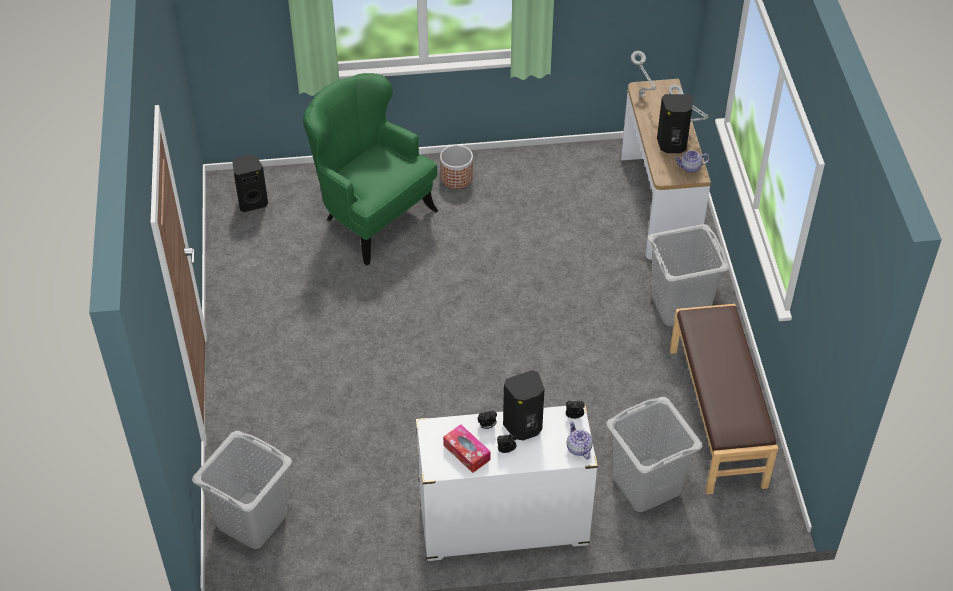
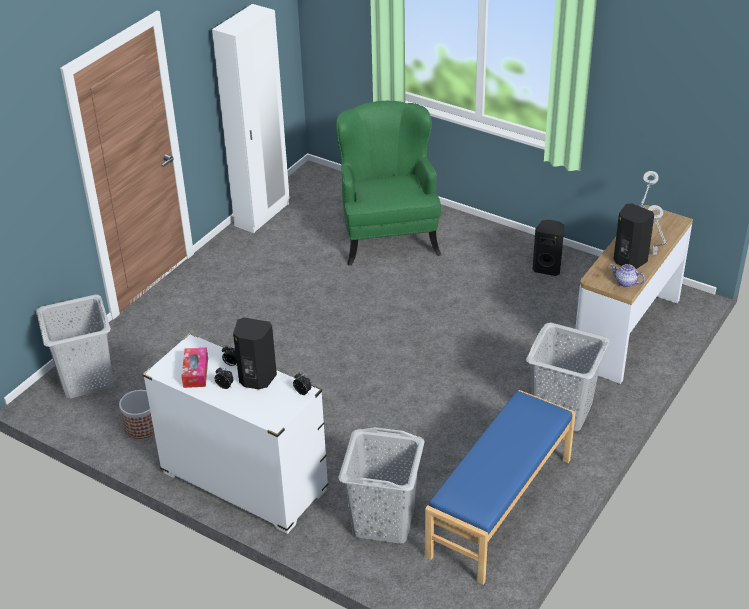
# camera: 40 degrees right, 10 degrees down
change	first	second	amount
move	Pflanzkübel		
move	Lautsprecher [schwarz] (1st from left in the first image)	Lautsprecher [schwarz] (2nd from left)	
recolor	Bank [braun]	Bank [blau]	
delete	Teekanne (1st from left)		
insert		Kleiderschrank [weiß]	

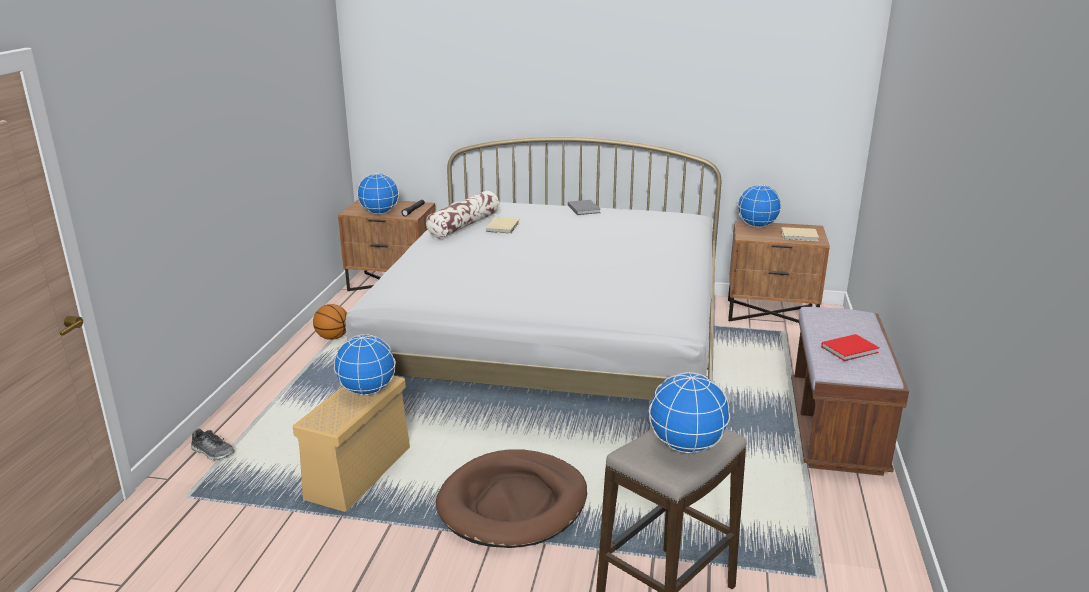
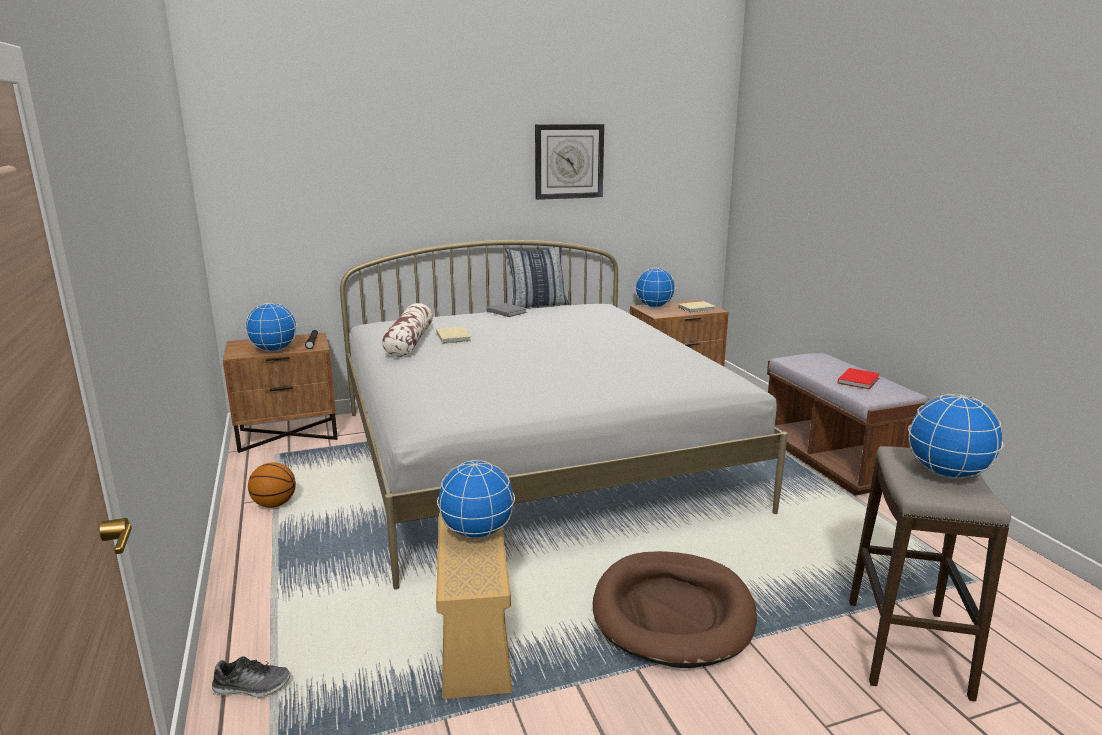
# camera: 30 degrees left, 5 degrees down
change	first	second	amount
insert		Wanduhr	
insert		Kissen (2nd from left)	

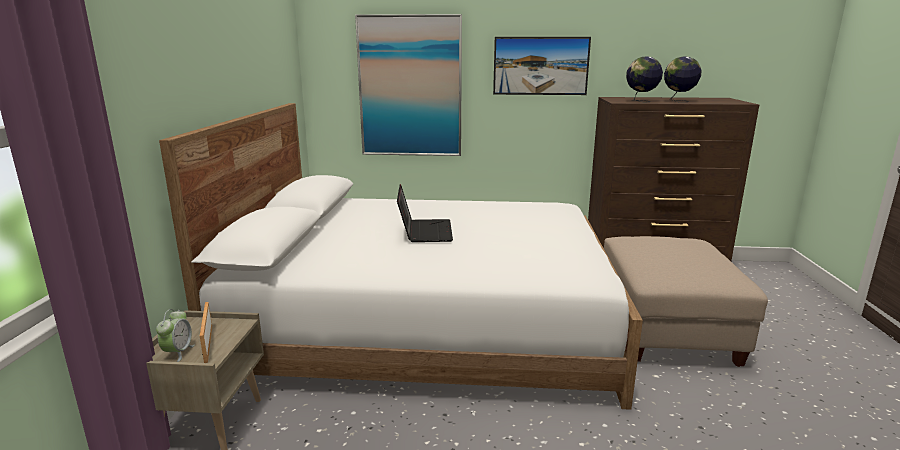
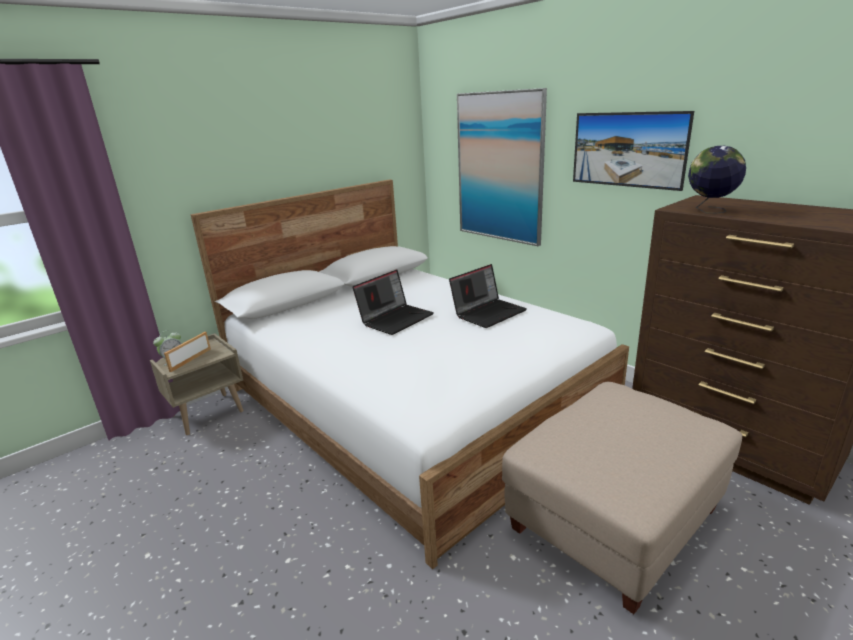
# camera: 45 degrees right, 5 degrees up
change	first	second	amount
delete	Globus (2nd from left)		
insert		Laptop (2nd from left)	

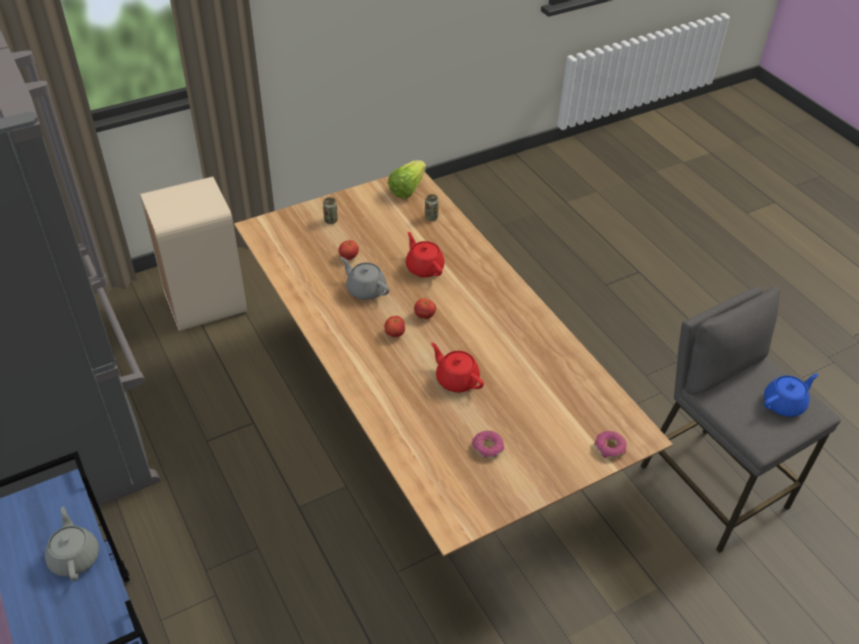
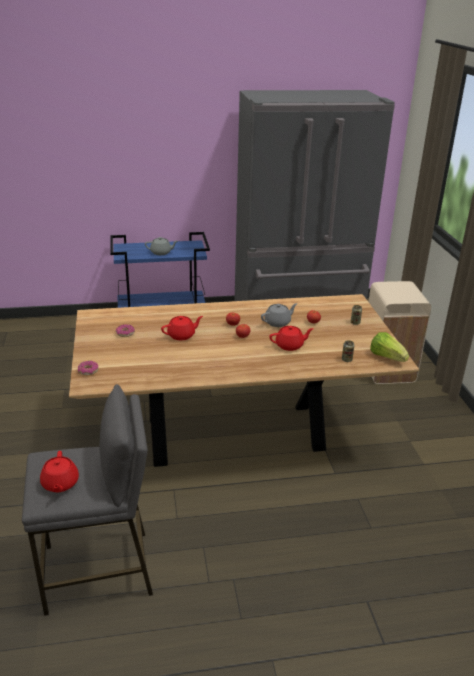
# camera: 110 degrees right, 15 degrees down
change	first	second	amount
recolor	Teekanne [blau]	Teekanne [rot] (1st from left)	

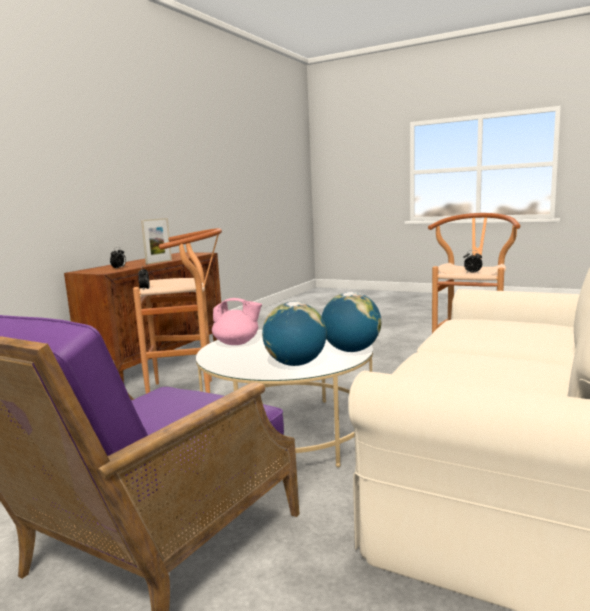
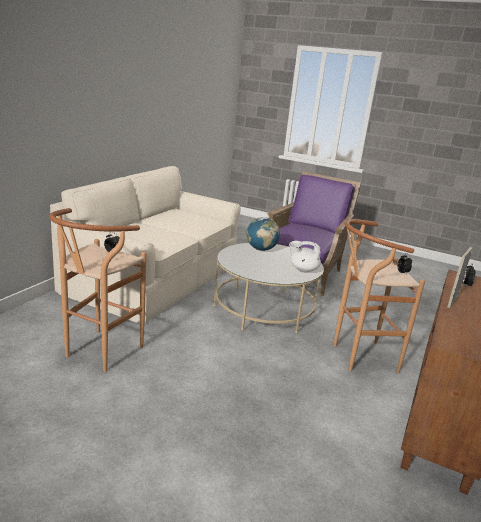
# camera: 175 degrees right, 10 degrees up
change	first	second	amount
delete	Globus (2nd from left)		
recolor	Teekanne [rosa]	Teekanne [weiß]	

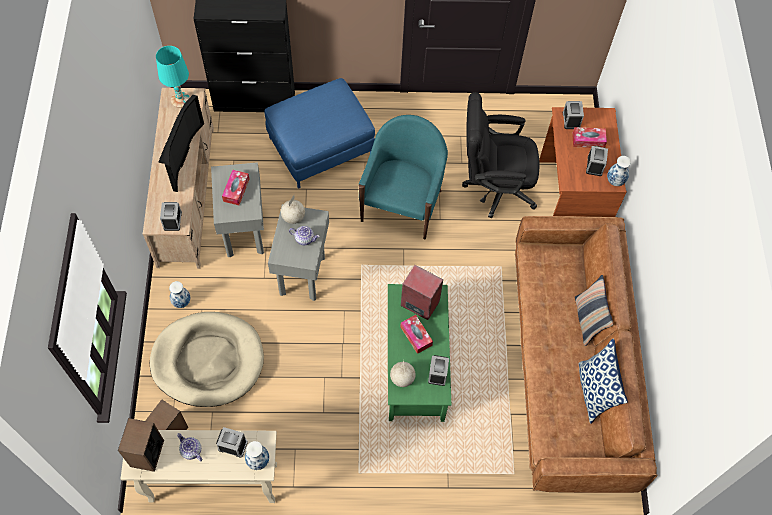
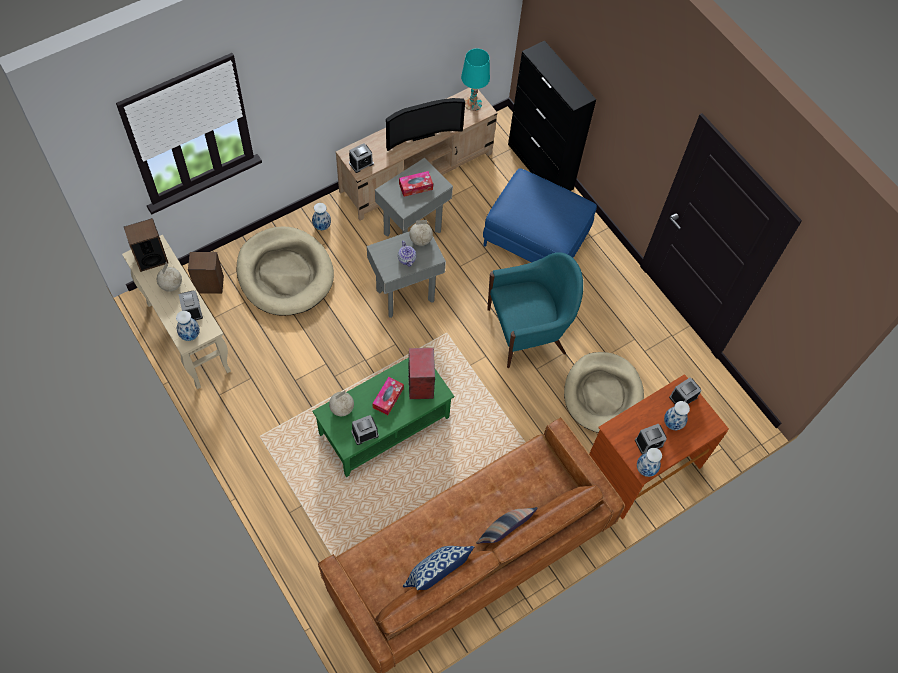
# camera: 55 degrees right, 0 degrees up
change	first	second	amount
replace	Bürostuhl [schwarz]	Hundebett [beige] (2nd from left)	
replace	Taschentuchbox (3rd from left)	Vase (4th from left)	
replace	Teekanne (1st from left)	Globus (1st from left)	

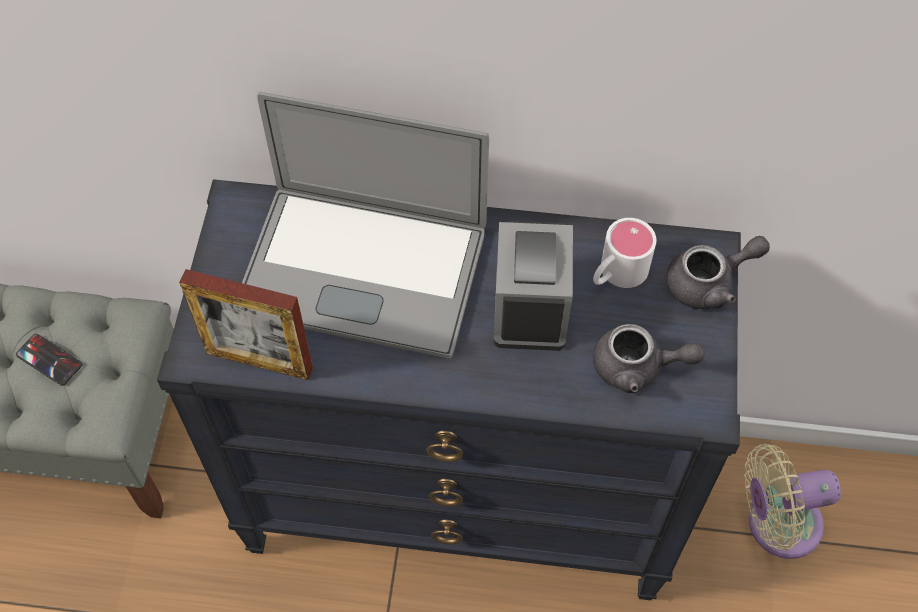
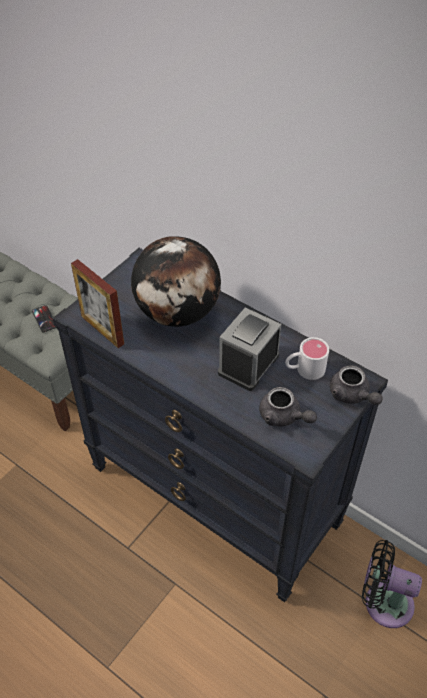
# camera: 30 degrees right, 10 degrees down
change	first	second	amount
replace	Laptop	Globus	
rotate	Teekanne [grau] (2nd from left)		45 degrees clockwise
recolor	Ventilator [beige]	Ventilator [schwarz]	

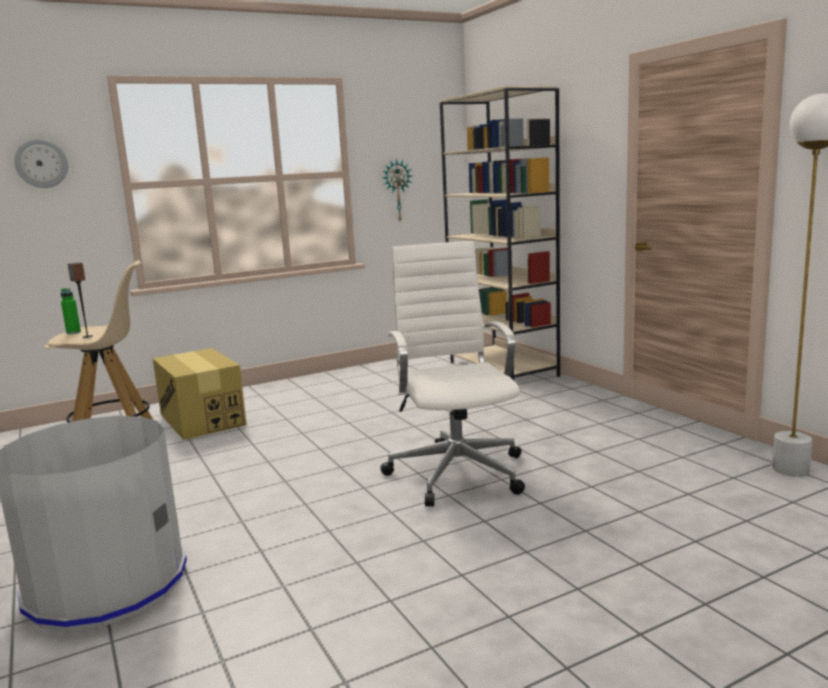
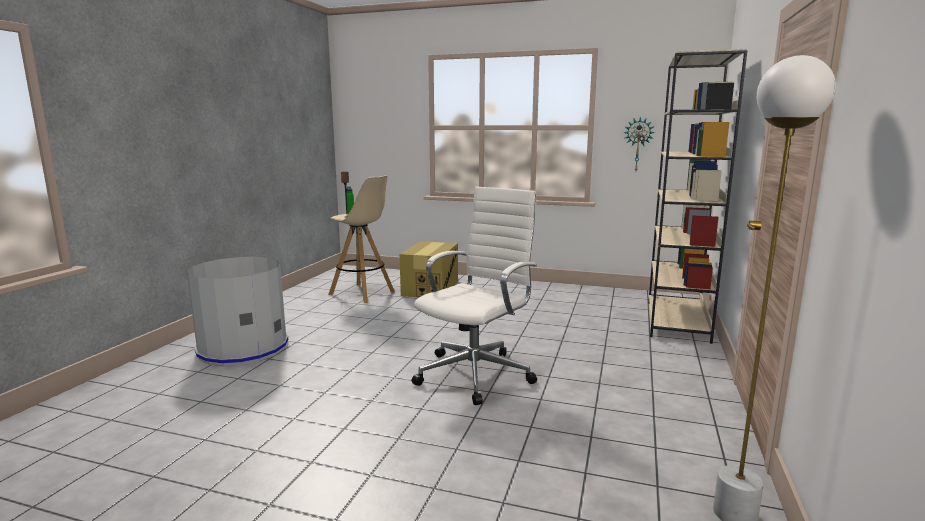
# camera: 45 degrees right, 0 degrees up
change	first	second	amount
delete	Wanduhr (1st from left)		

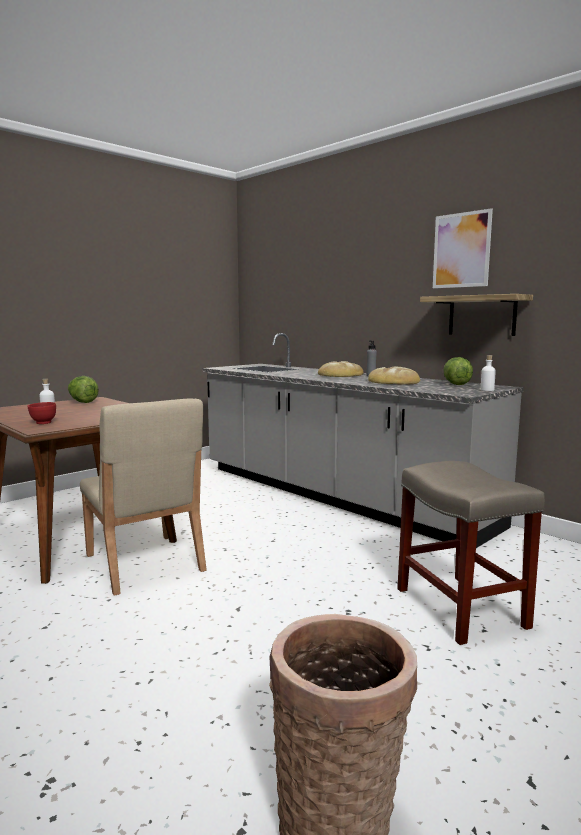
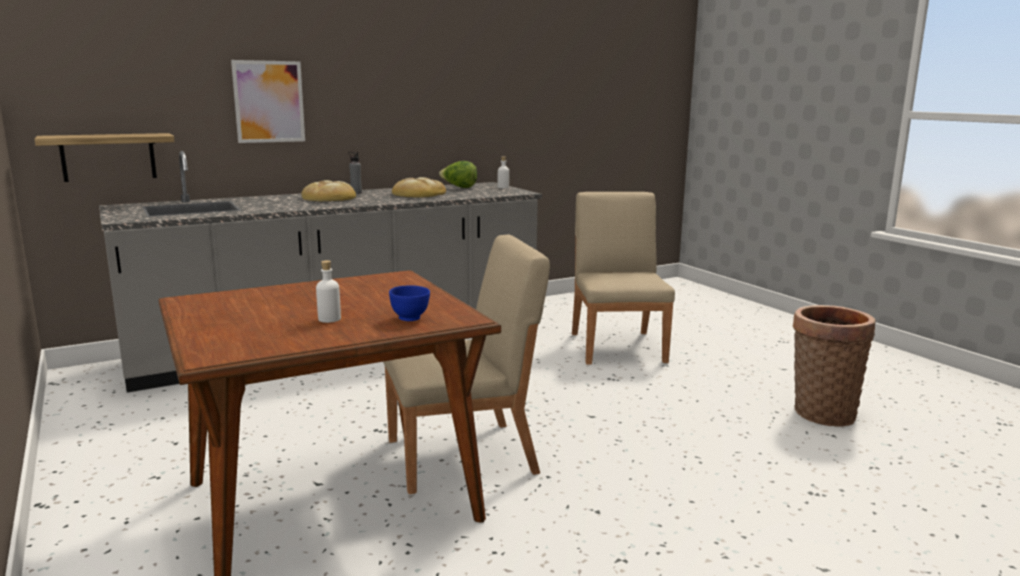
# camera: 75 degrees left, 5 degrees up
change	first	second	amount
move	Bild		
move	Wandregal		
delete	Salatkopf (1st from left)		
recolor	Schüssel [rot]	Schüssel [blau]	
replace	Hocker [beige]	Stuhl [beige] (2nd from left)	

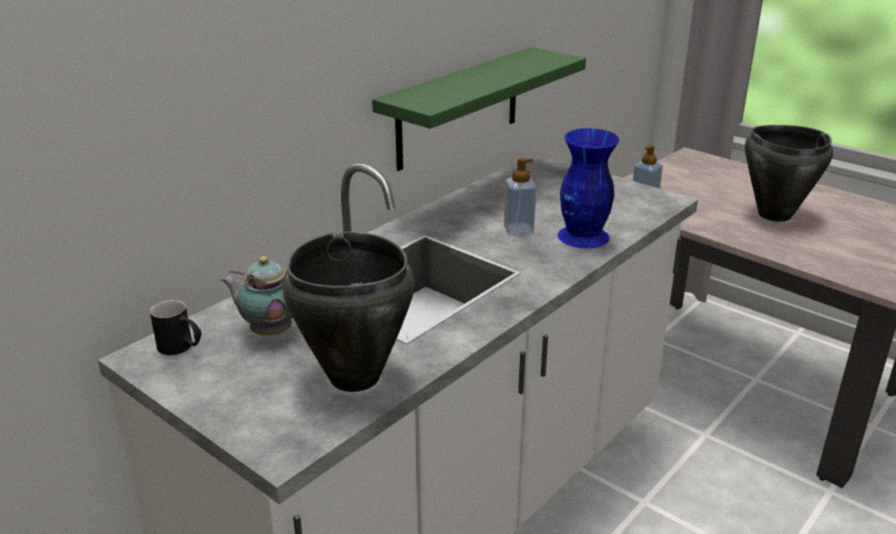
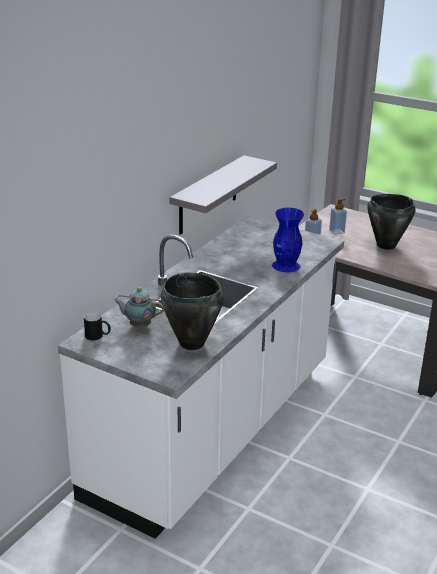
# camera: 10 degrees left, 0 degrees up
change	first	second	amount
recolor	Wandregal [grün]	Wandregal [grau]	
move	Seifenspender (1st from left in the first image)	Seifenspender (2nd from left)	

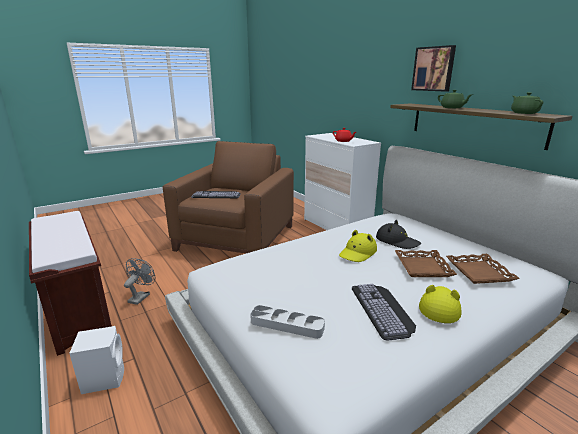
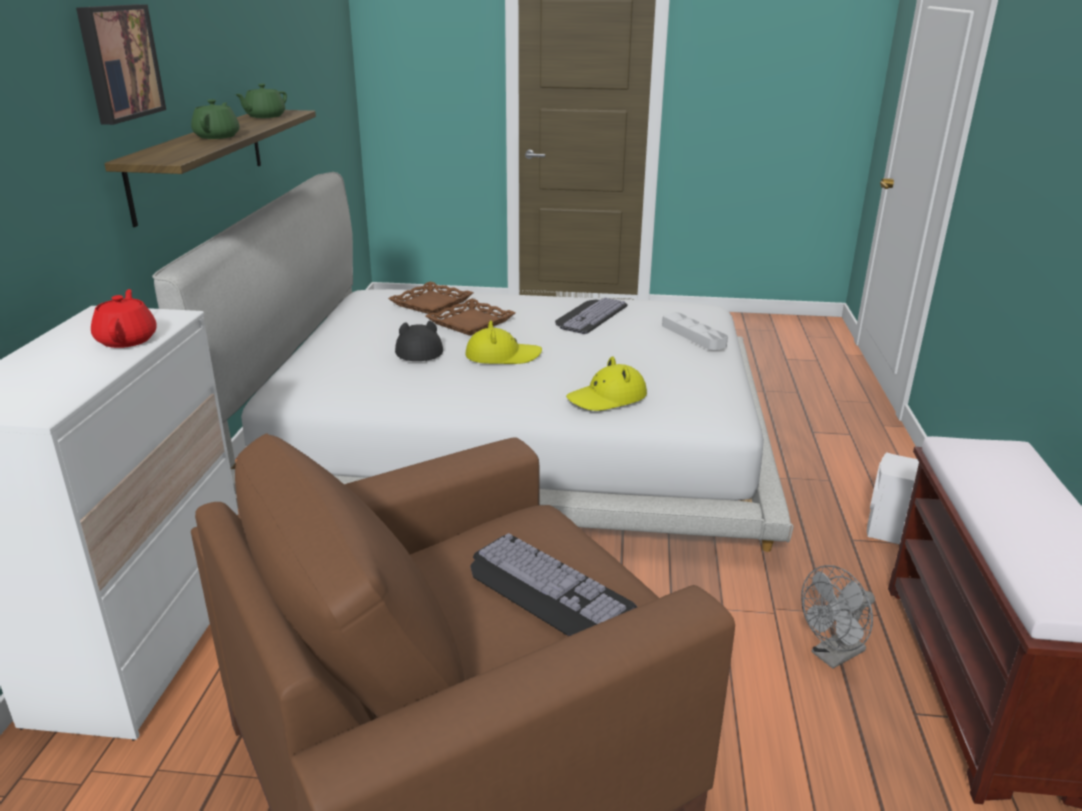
# camera: 140 degrees left, 5 degrees up
change	first	second	amount
move	Hut [gelb] (2nd from left)		

